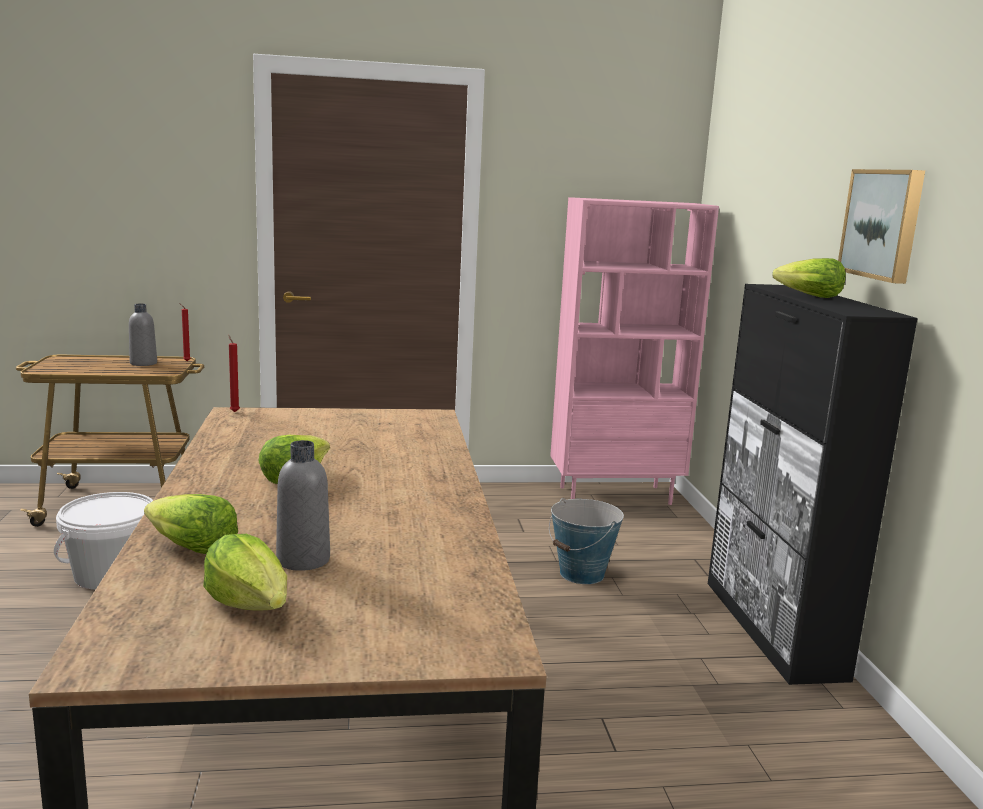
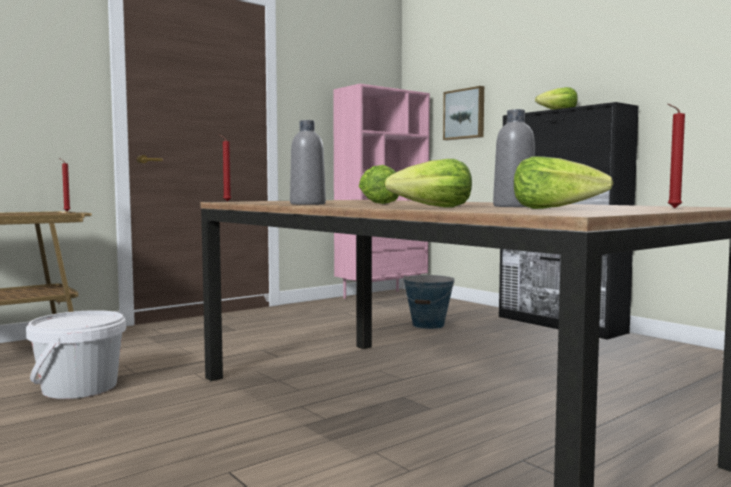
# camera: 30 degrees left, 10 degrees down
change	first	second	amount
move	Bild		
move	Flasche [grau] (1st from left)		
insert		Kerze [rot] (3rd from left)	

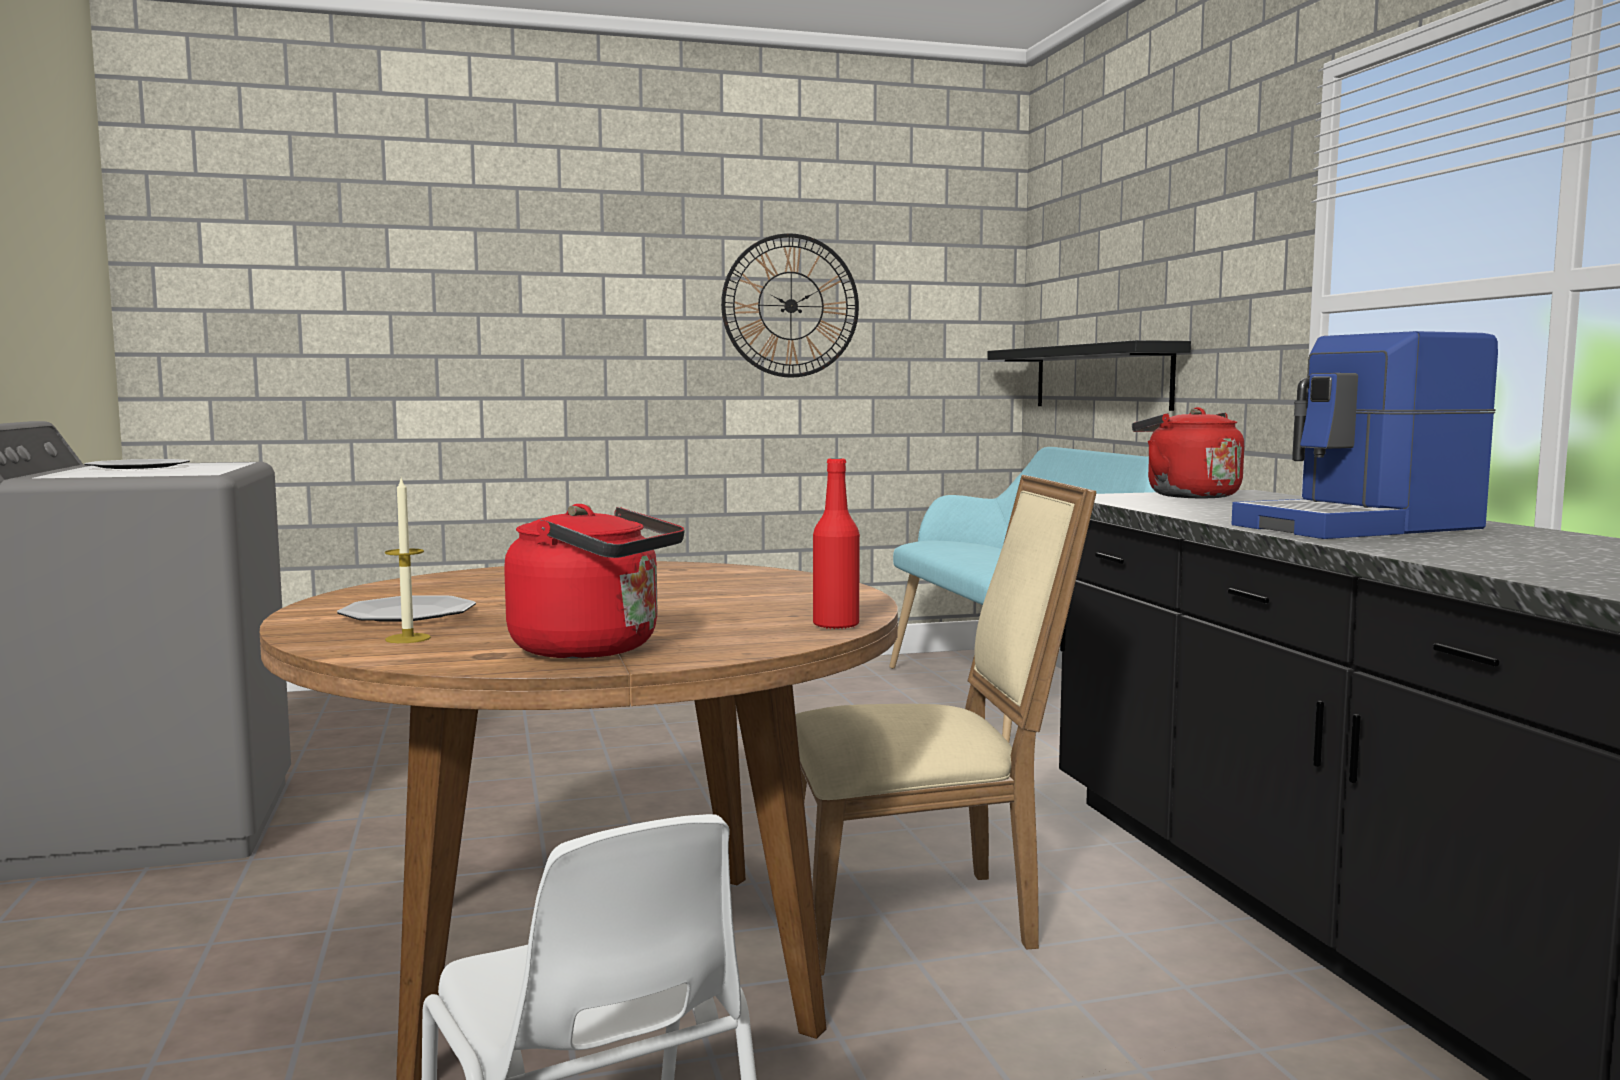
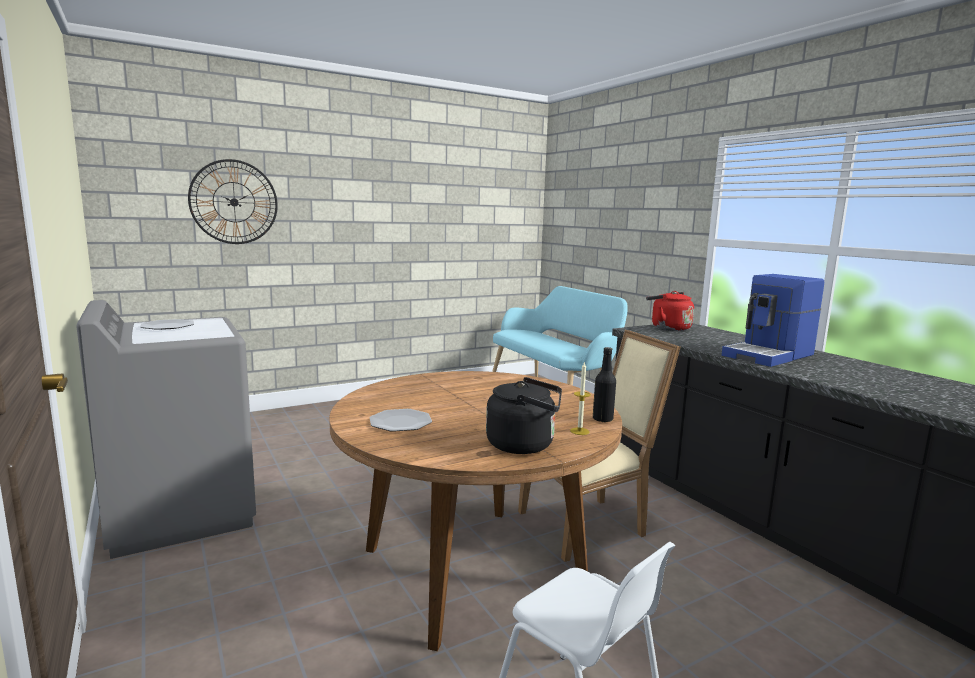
# camera: 15 degrees left, 5 degrees up
change	first	second	amount
move	Wanduhr		
delete	Wandregal [schwarz]		
recolor	Flasche [rot]	Flasche [schwarz]	
move	Kerze		
recolor	Wasserkessel [rot] (1st from left)	Wasserkessel [schwarz]	

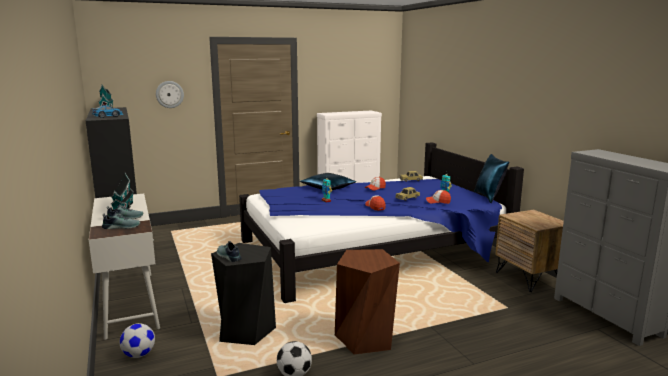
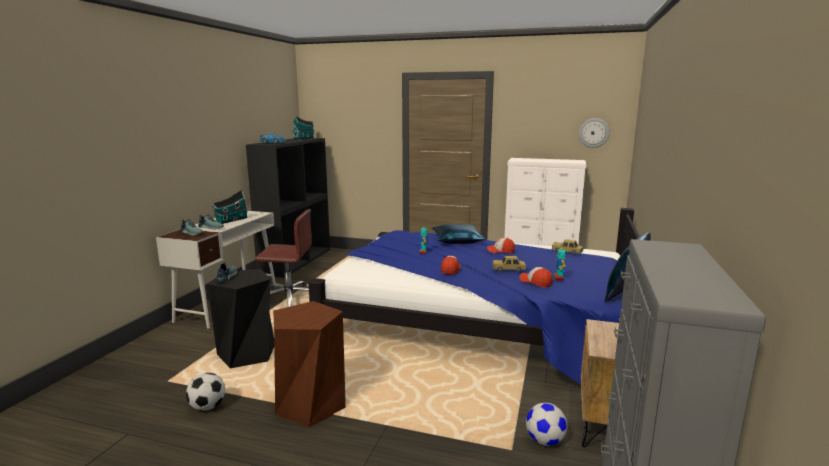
# camera: 40 degrees right, 0 degrees up
change	first	second	amount
move	Wanduhr		
move	Fußball (1st from left in the first image)	Fußball (2nd from left)	
insert		Bürostuhl [braun]	

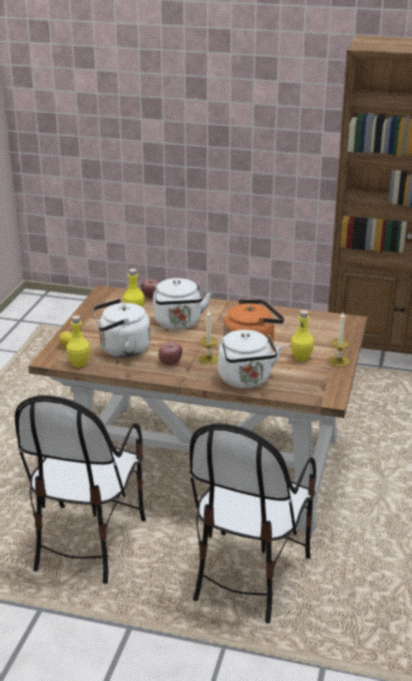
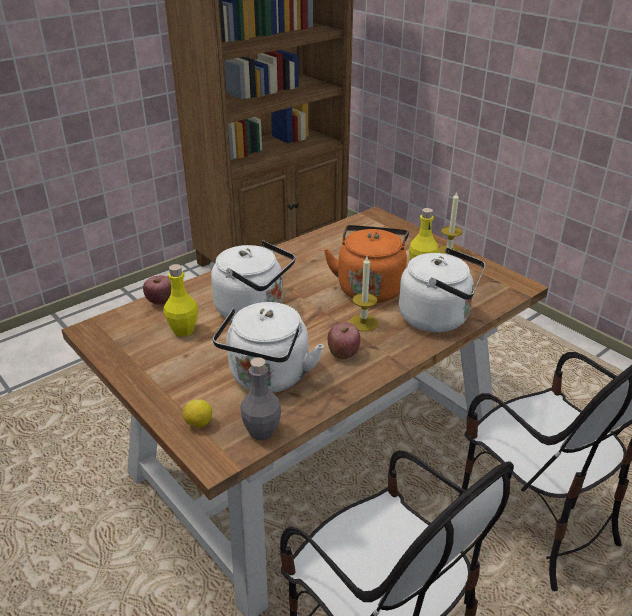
# camera: 55 degrees left, 5 degrees up
change	first	second	amount
recolor	Flasche [gelb] (1st from left)	Flasche [grau]	

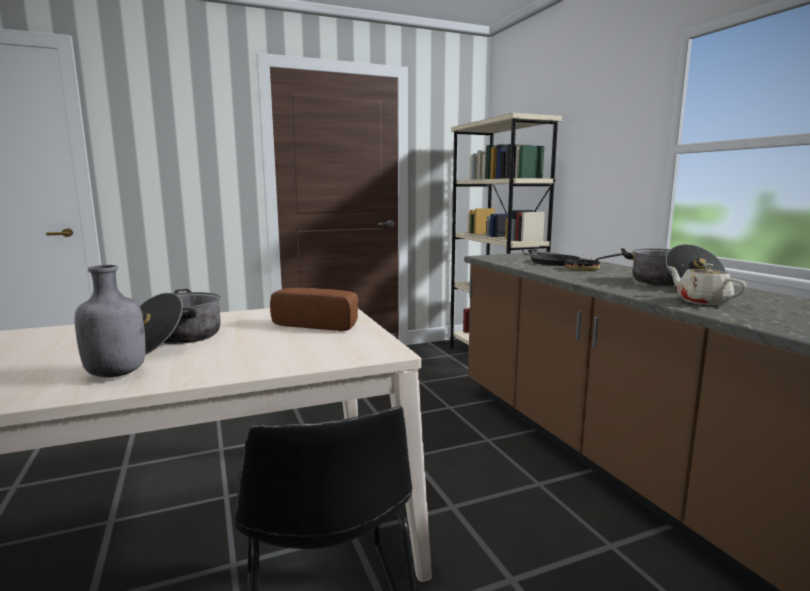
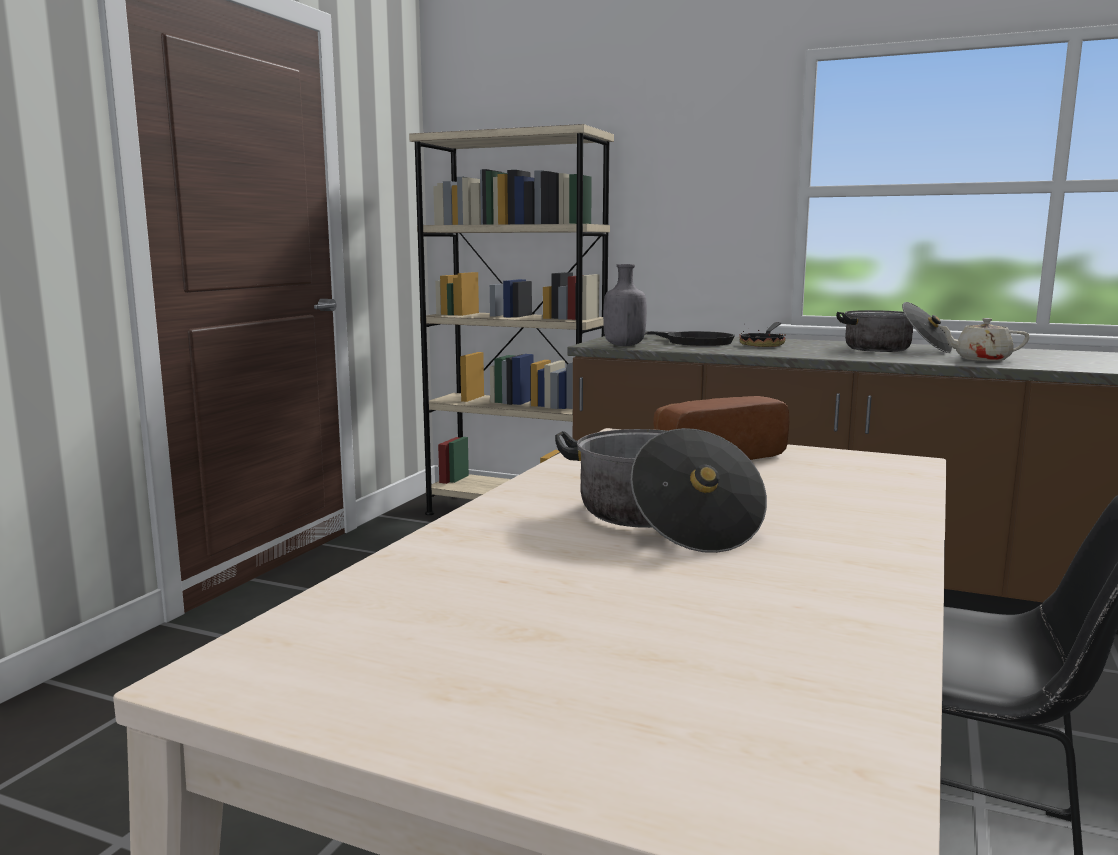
# camera: 45 degrees left, 0 degrees up
change	first	second	amount
move	Flasche [grau]		

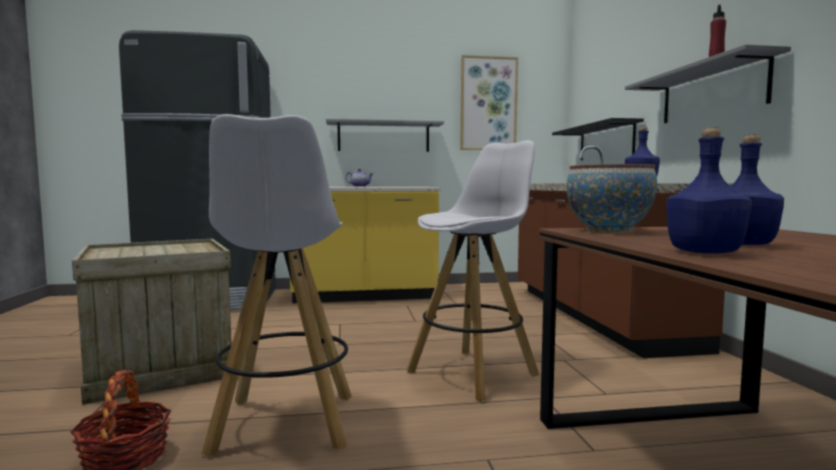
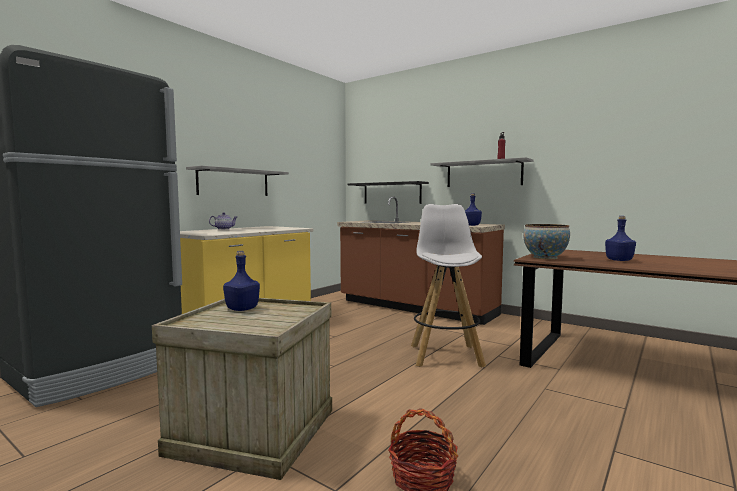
# camera: 45 degrees left, 0 degrees up
change	first	second	amount
delete	Bild		
delete	Hocker [weiß] (1st from left)		
move	Flasche [blau] (2nd from left in the first image)	Flasche [blau] (1st from left)	

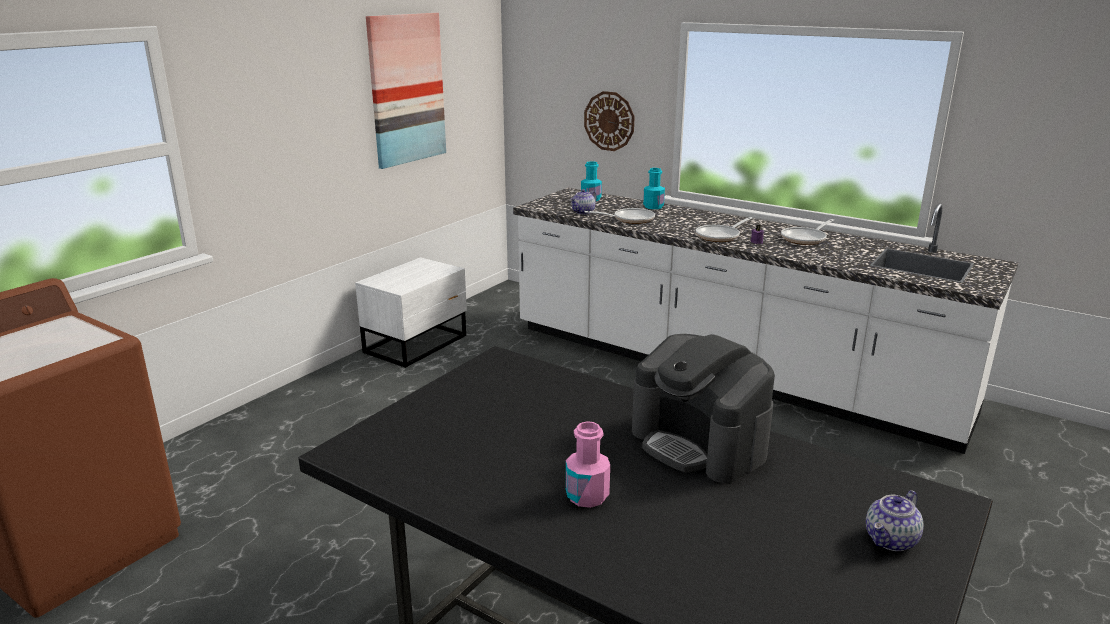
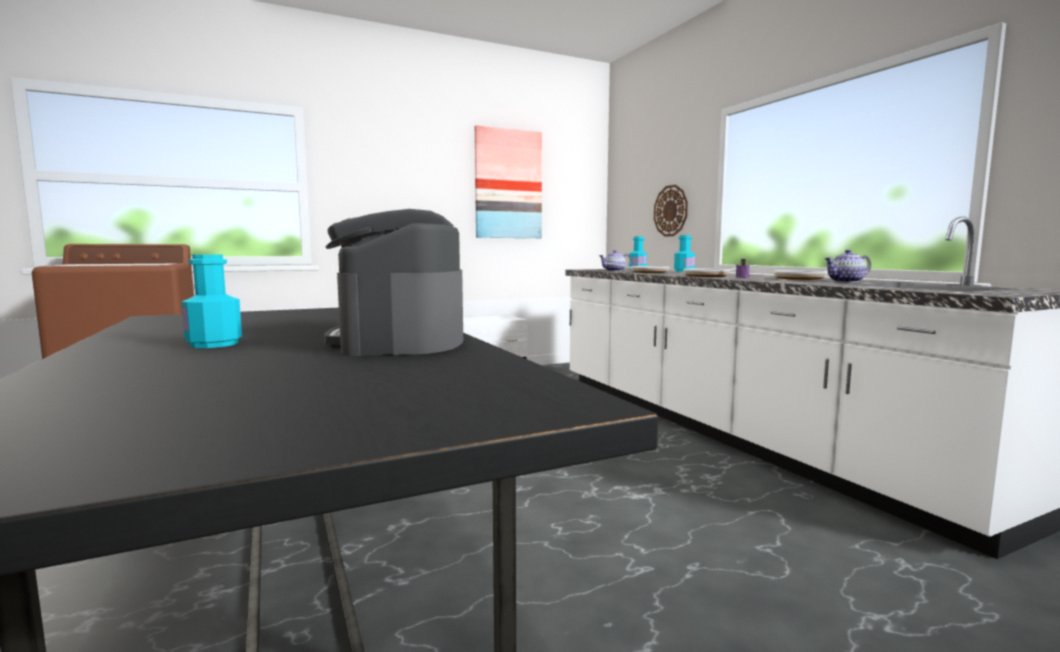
# camera: 30 degrees right, 15 degrees down
change	first	second	amount
recolor	Flasche [rosa]	Flasche [türkis] (1st from left)	
move	Teekanne (2nd from left)		

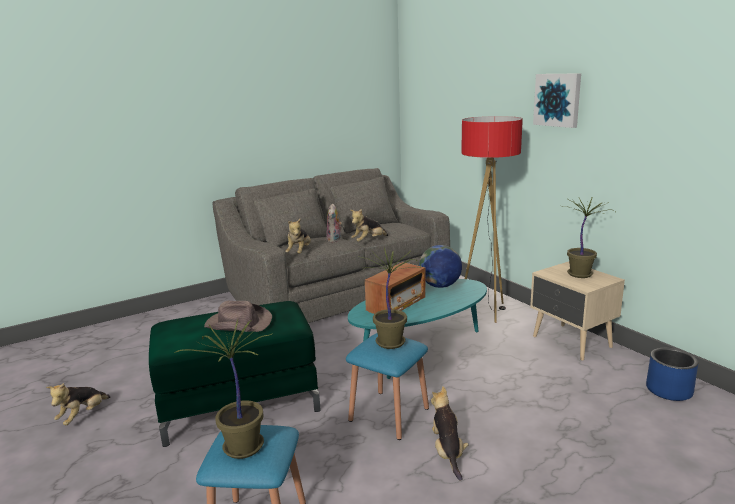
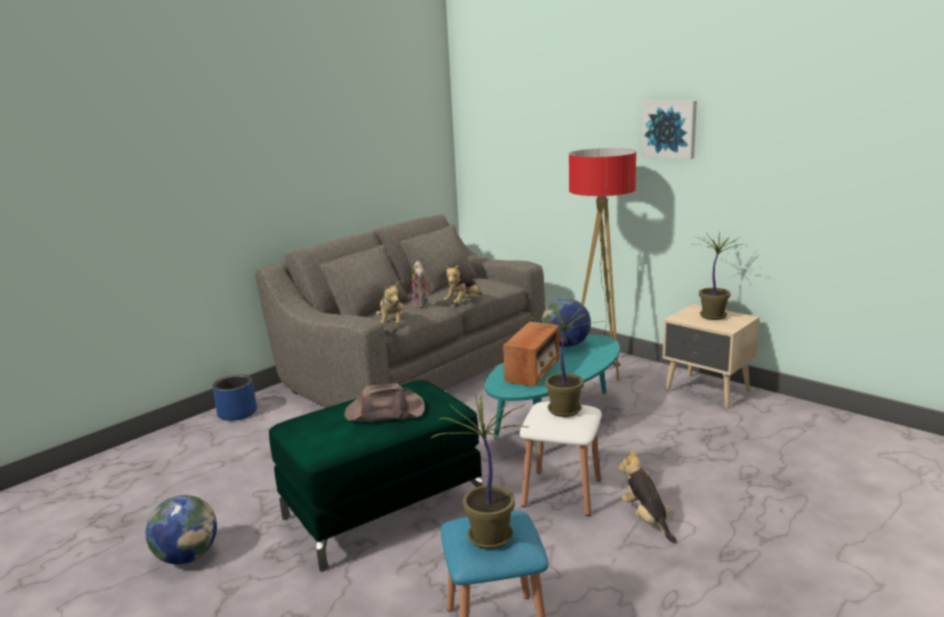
# camera: 15 degrees left, 0 degrees up
change	first	second	amount
recolor	Hocker [blau] (2nd from left)	Hocker [weiß]	
move	Pflanzkübel [blau]		
replace	Plüschtier (1st from left)	Globus (1st from left)	

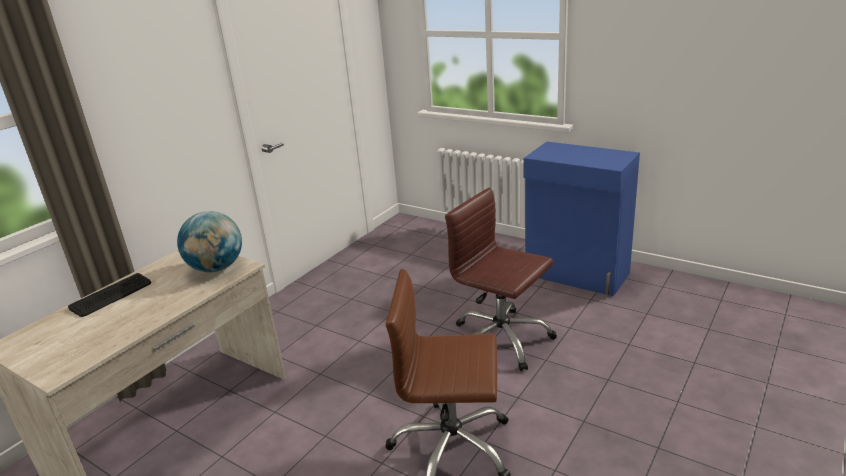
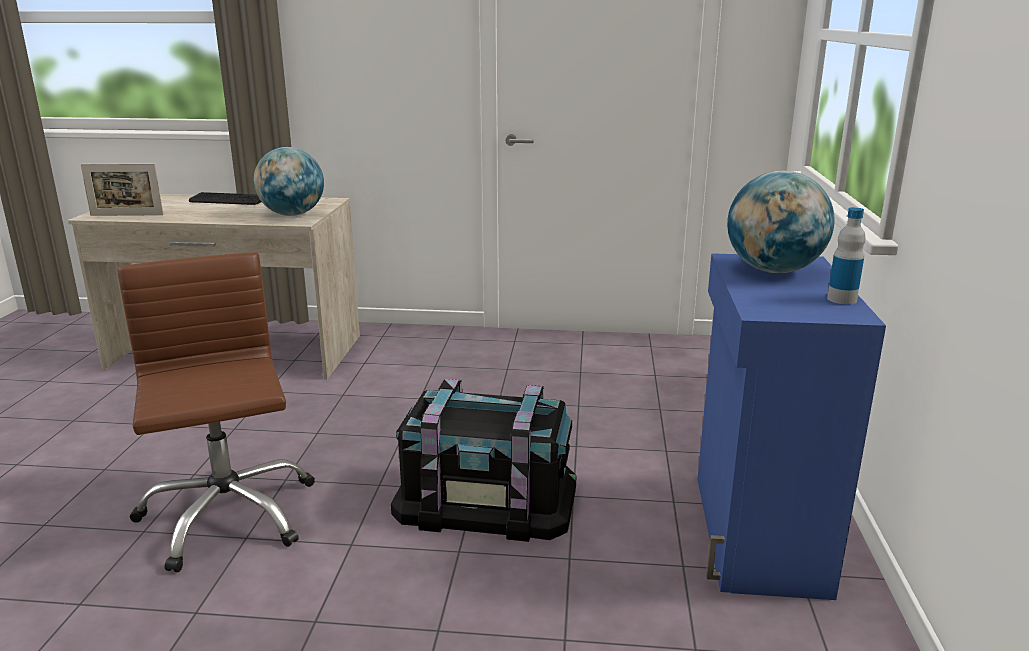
# camera: 60 degrees right, 5 degrees down
change	first	second	amount
replace	Bürostuhl [braun] (2nd from left)	Aufbewahrungsbox [schwarz]	
insert		Bilderrahmen	
insert		Globus (2nd from left)	
insert		Flasche	

